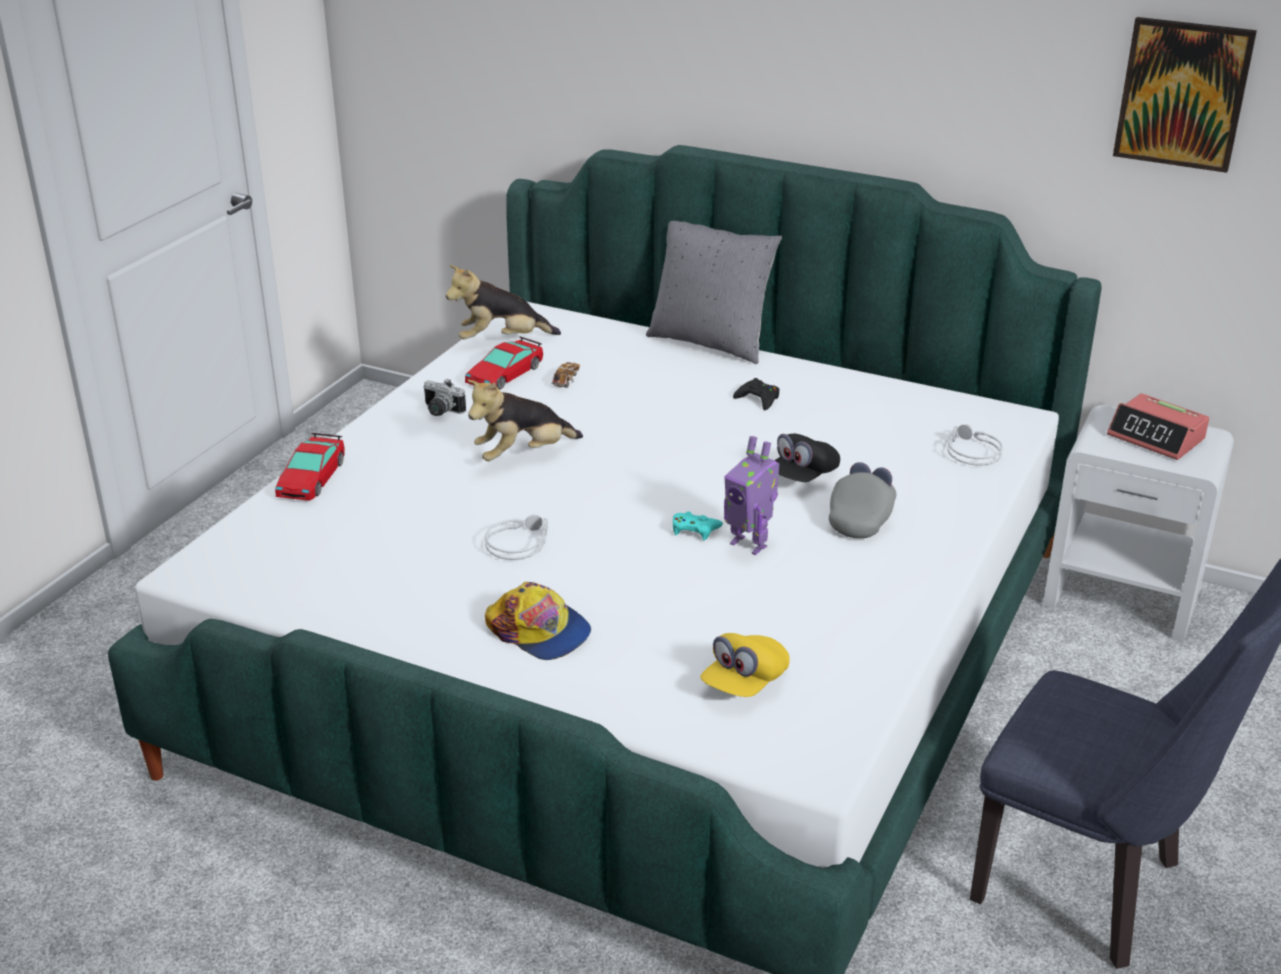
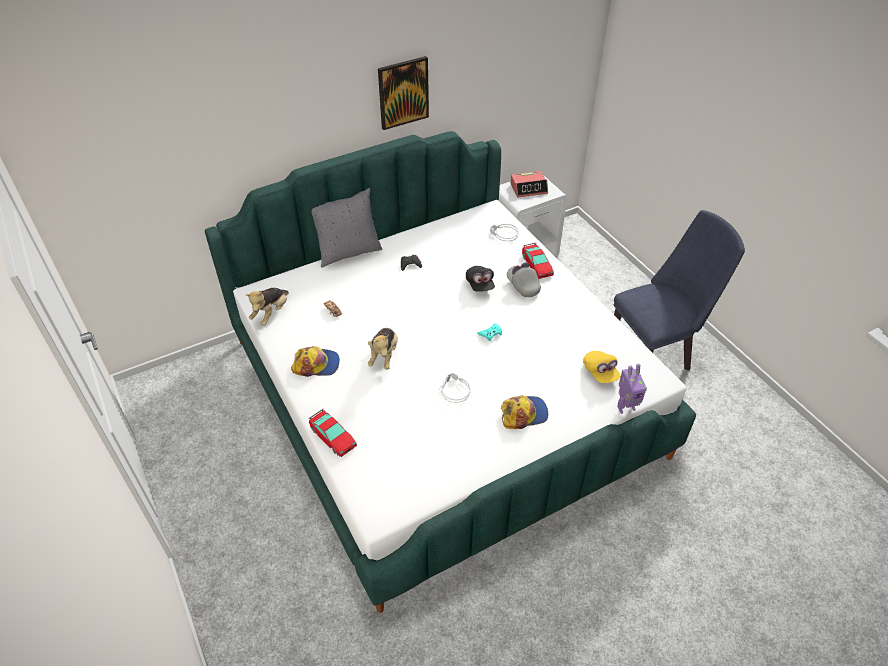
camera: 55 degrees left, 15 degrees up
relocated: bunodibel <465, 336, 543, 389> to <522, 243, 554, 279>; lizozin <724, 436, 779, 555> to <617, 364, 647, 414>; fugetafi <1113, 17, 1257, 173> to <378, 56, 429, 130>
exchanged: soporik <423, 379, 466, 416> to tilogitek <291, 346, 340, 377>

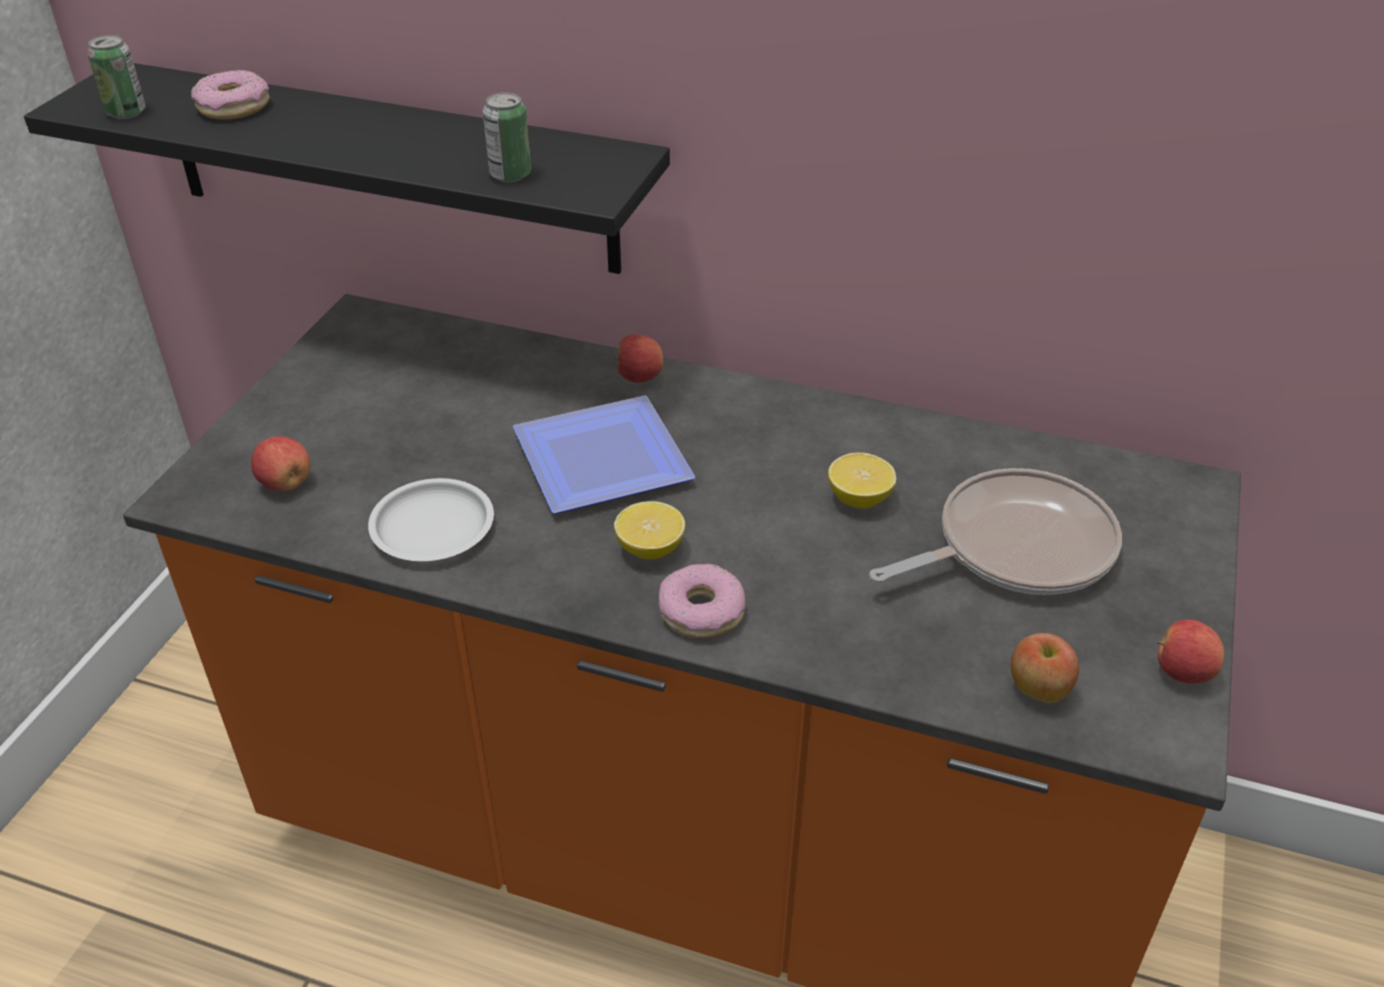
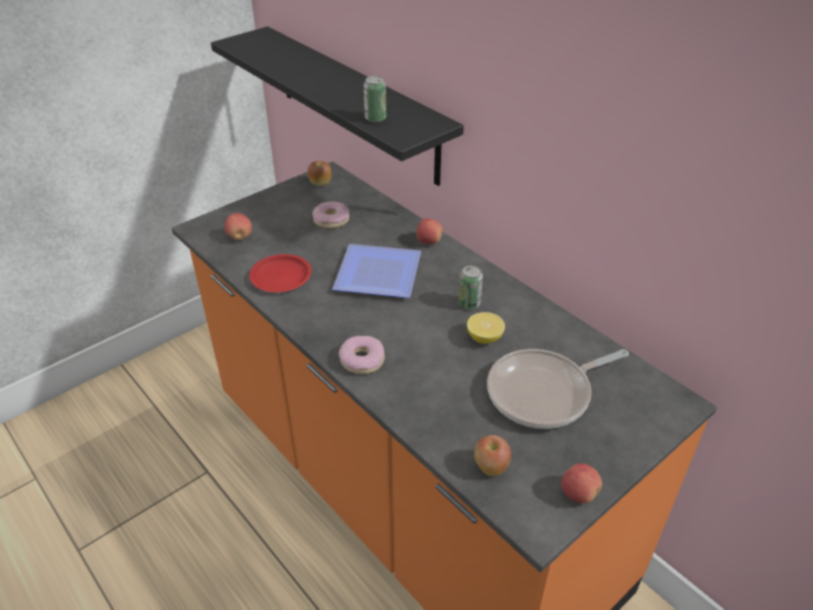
camera: 30 degrees right, 0 degrees up
missing: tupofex <614, 501, 685, 559>
appeared: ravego <307, 161, 332, 186>
relocated: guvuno <87, 35, 146, 119> to <458, 265, 483, 309>; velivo <191, 70, 270, 120> to <312, 202, 349, 229>
colour: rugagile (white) <368, 478, 494, 561> to rugagile (red) <249, 254, 312, 292>
spun: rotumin <869, 468, 1122, 595> = <487, 349, 629, 429> 150 degrees clockwise

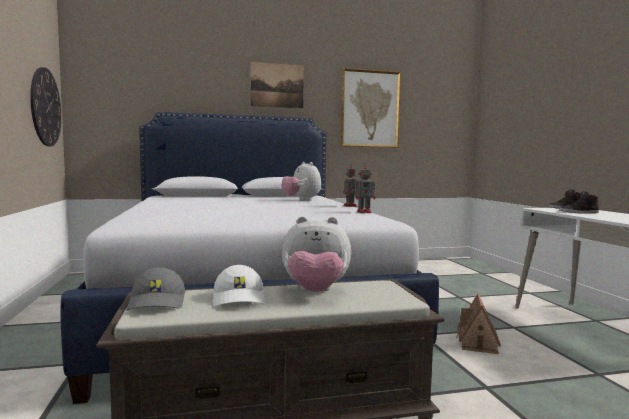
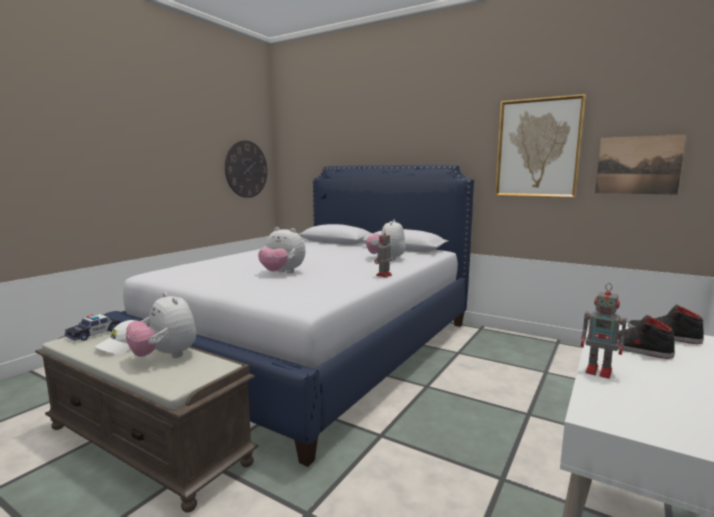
camera: 45 degrees right, 5 degrees up
missing: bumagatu <456, 293, 501, 354>
appeared: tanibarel <258, 227, 305, 273>
relocated: fugetafi <251, 62, 304, 109> to <595, 134, 686, 195>; lizozin <355, 166, 376, 213> to <580, 283, 630, 379>
exchanged: tilogitek (grey) <126, 267, 185, 311> to bunodibel <64, 314, 120, 341>

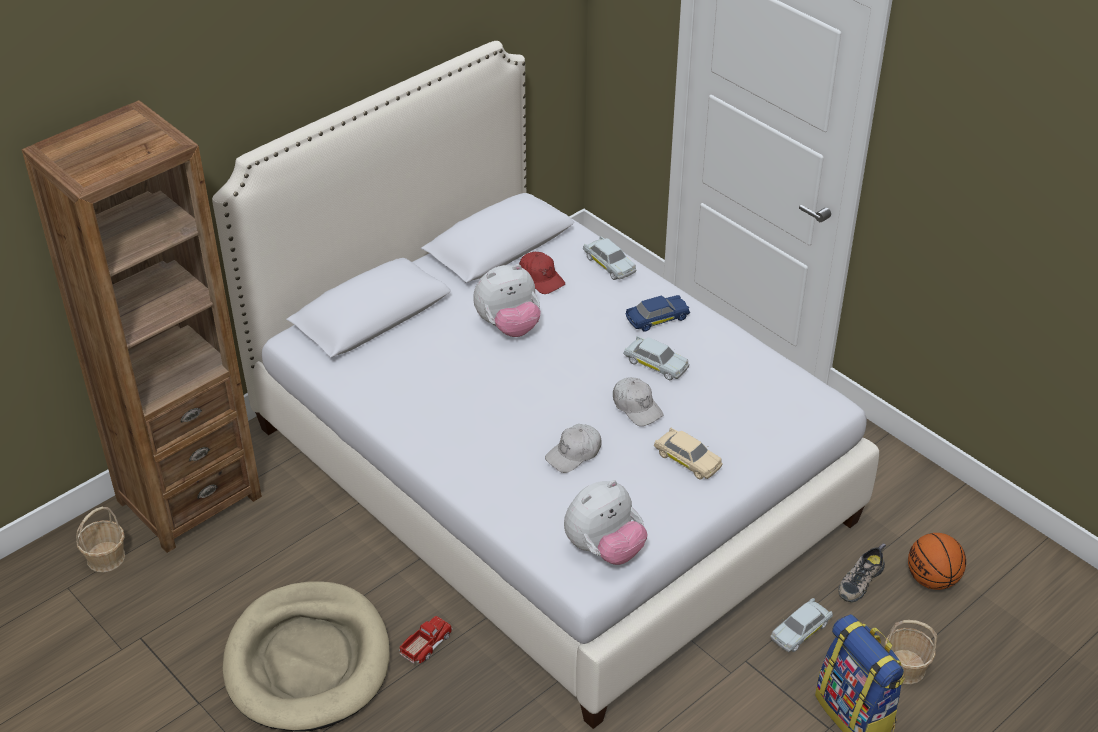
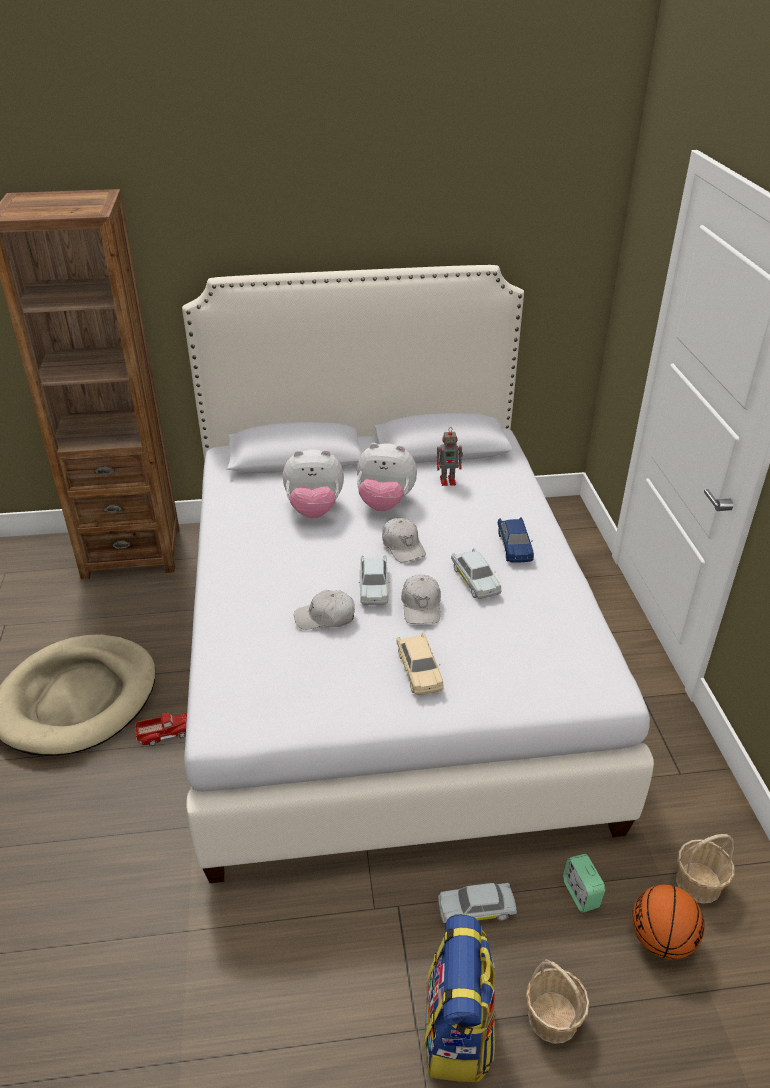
camera: 35 degrees right, 5 degrees down
appeared: tilogitek (white) <382, 518, 426, 563>
relocated: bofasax <76, 507, 125, 572> to <676, 834, 734, 904>; tanibarel <564, 480, 647, 565> to <283, 449, 344, 518>; bunodibel (white) <583, 236, 637, 280> to <359, 555, 388, 605>
exchanged: tilogitek (red) <519, 252, 565, 294> to lizozin <437, 427, 463, 486>; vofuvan <838, 543, 886, 603> to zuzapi <563, 854, 605, 913>
spun: bunodibel (blue) <626, 295, 690, 332> = <498, 517, 534, 563> 75 degrees clockwise

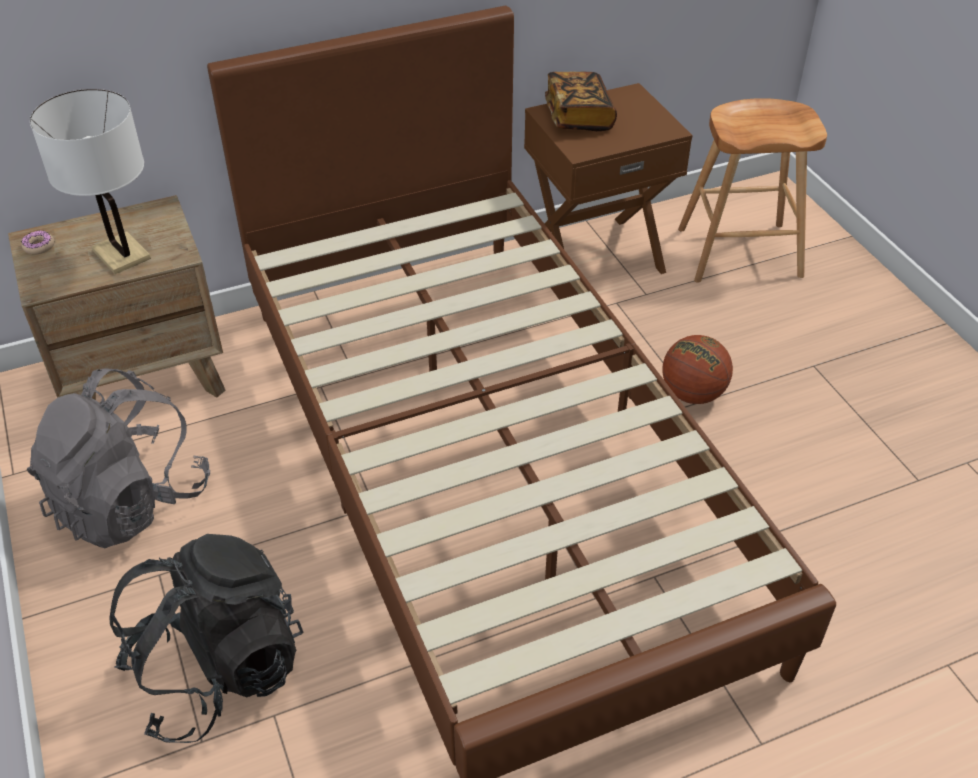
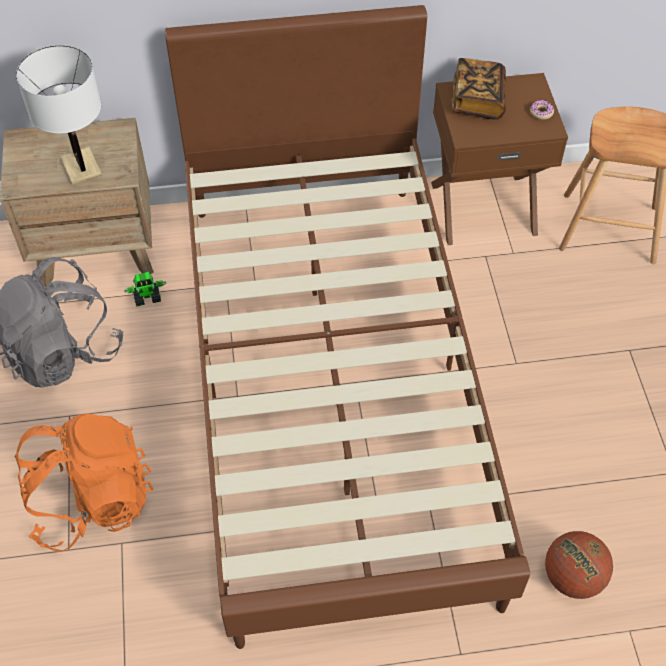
camera: 15 degrees right, 10 degrees up
appeared: lizozin <124, 272, 166, 307>
relocated: velivo <21, 231, 54, 254> to <530, 100, 554, 120>; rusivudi <662, 335, 733, 404> to <545, 531, 613, 599>
colour: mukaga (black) <109, 534, 303, 743> to mukaga (orange) <15, 414, 154, 551>

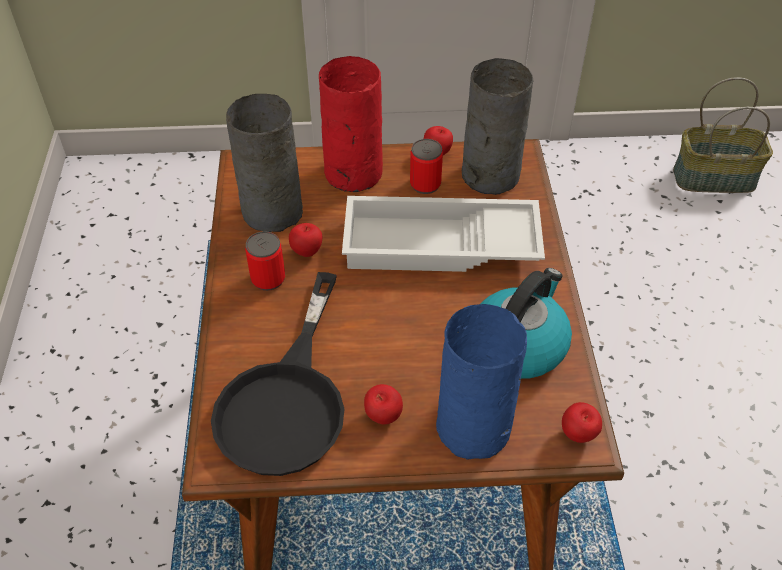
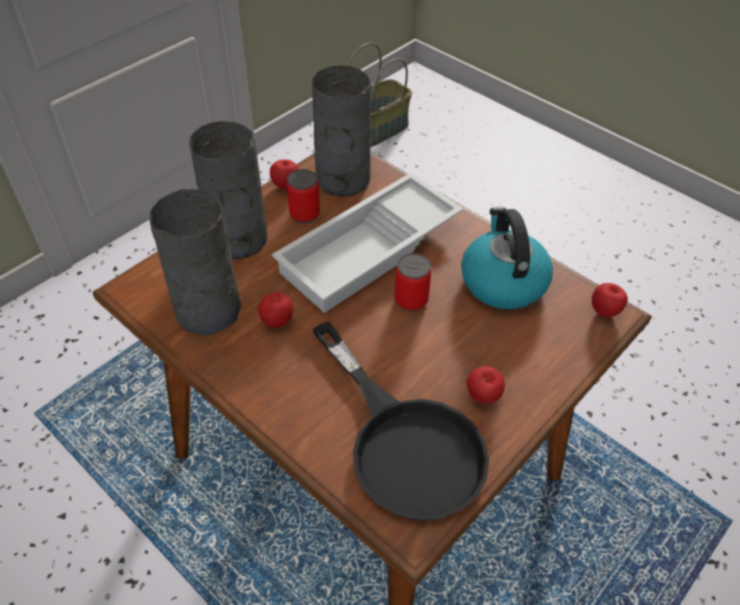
camera: 45 degrees left, 0 degrees up
missing: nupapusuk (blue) <436, 304, 527, 460>
relocated: guvuno <246, 231, 285, 291> to <395, 253, 432, 312>
colour: nupapusuk (red) <319, 56, 383, 192> to nupapusuk (grey) <189, 121, 267, 260>

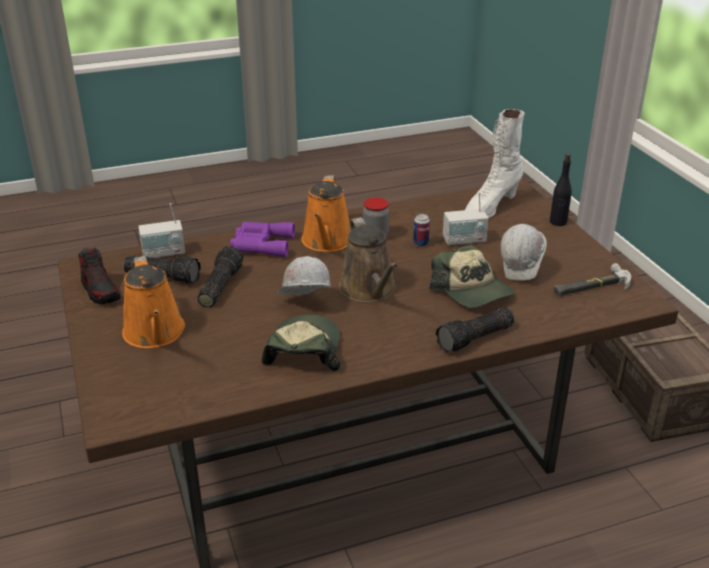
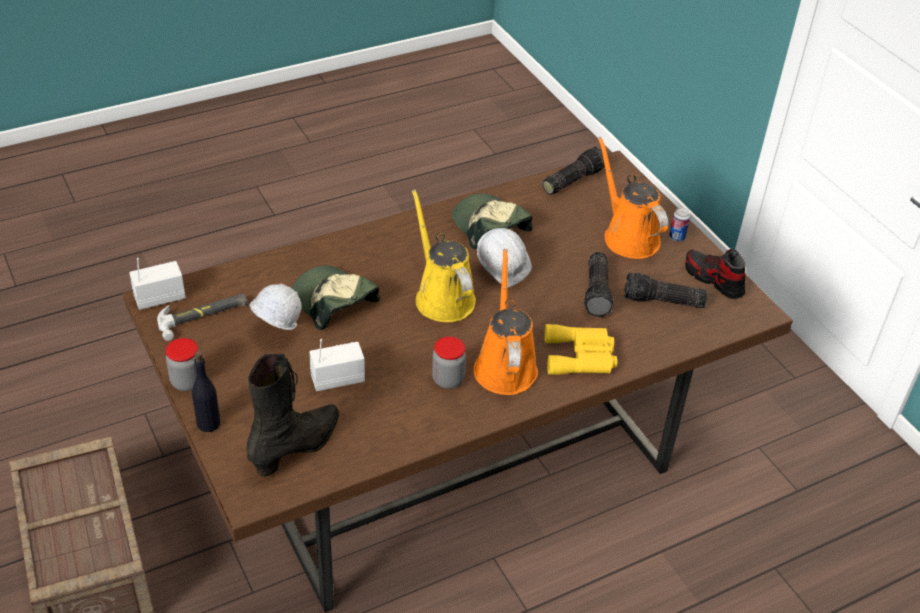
camera: 170 degrees right, 10 degrees up
appeared: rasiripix <166, 338, 199, 391>
relocated: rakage <138, 203, 185, 258> to <129, 258, 186, 310>; guvuno <413, 214, 430, 247> to <669, 207, 690, 241>; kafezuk <436, 308, 514, 352> to <542, 147, 605, 195>
colour: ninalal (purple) <230, 222, 295, 257> to ninalal (yellow) <545, 324, 617, 375>; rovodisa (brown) <339, 217, 398, 302> to rovodisa (yellow) <412, 190, 476, 322>; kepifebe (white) <465, 109, 525, 218> to kepifebe (black) <246, 353, 339, 477>
spun: tilogitek <261, 314, 340, 371> = <452, 193, 533, 249> 150 degrees clockwise

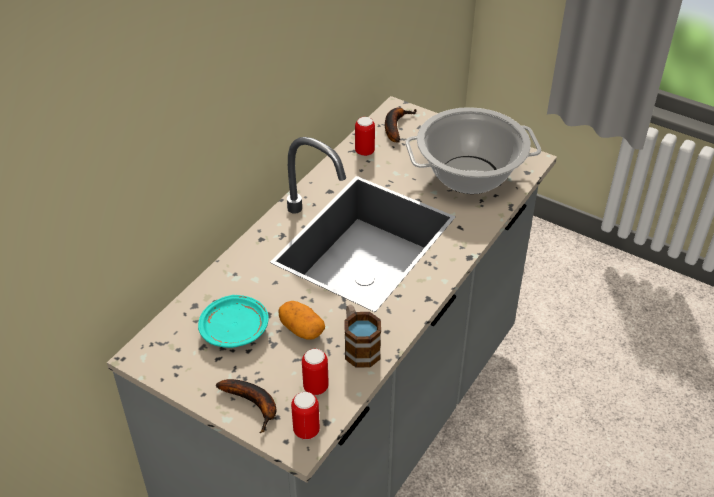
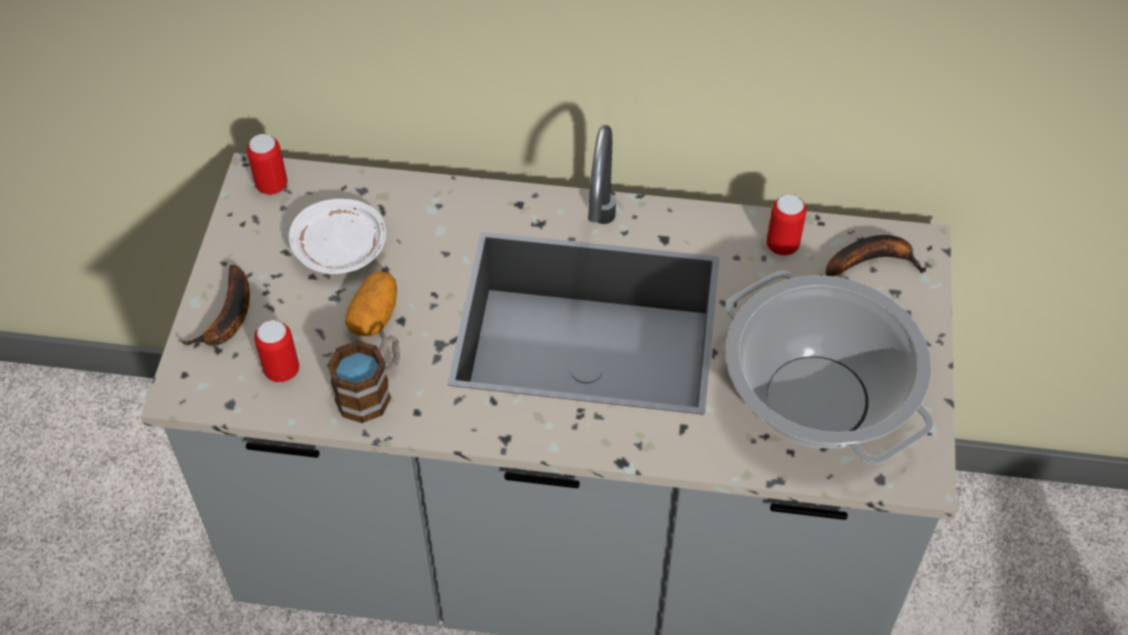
camera: 65 degrees right, 10 degrees up
relocated: guvuno <291, 392, 320, 440> to <247, 134, 287, 195>
colour: rugagile (turquoise) <198, 295, 269, 348> to rugagile (white) <289, 199, 386, 274>

